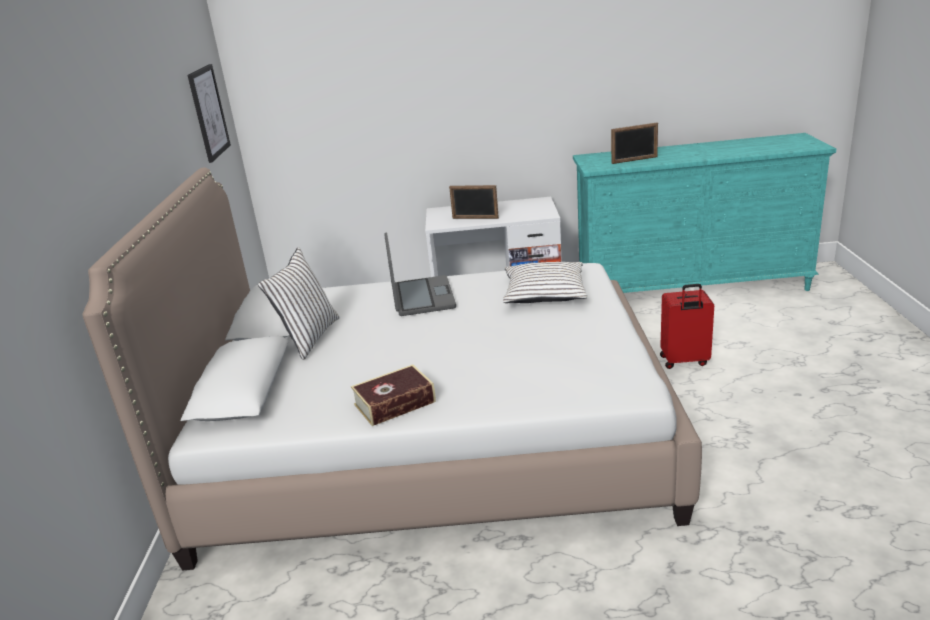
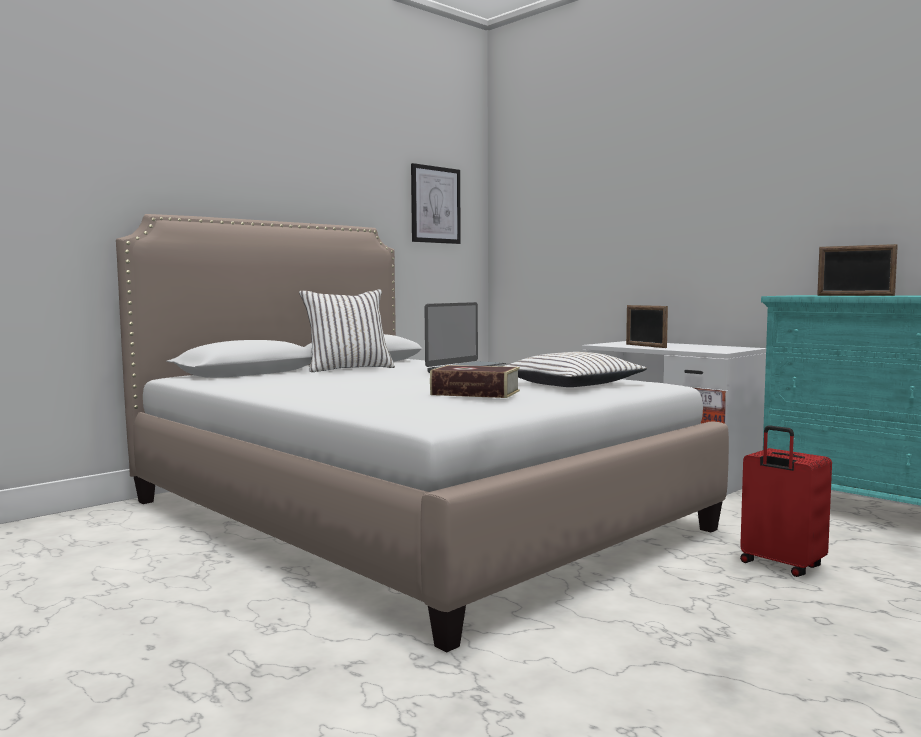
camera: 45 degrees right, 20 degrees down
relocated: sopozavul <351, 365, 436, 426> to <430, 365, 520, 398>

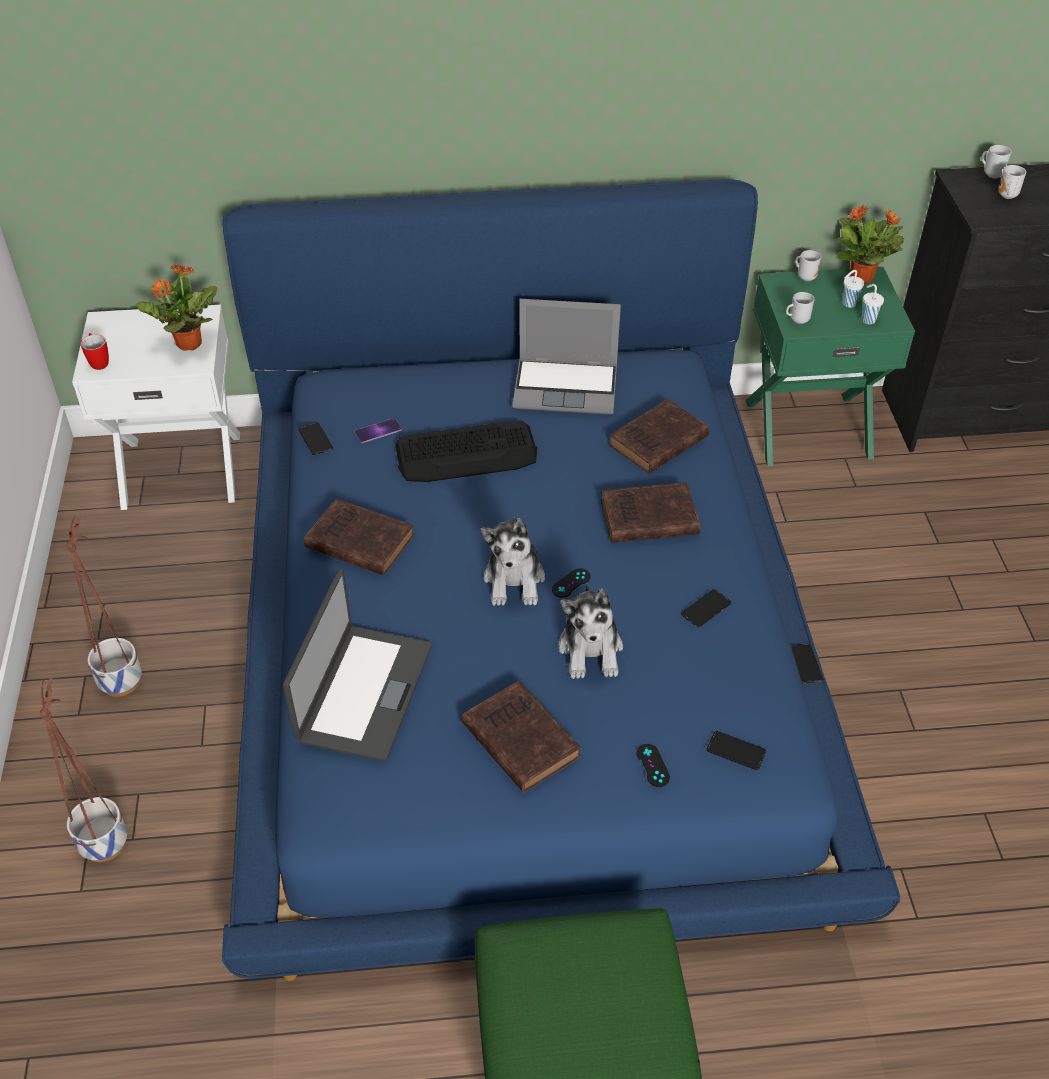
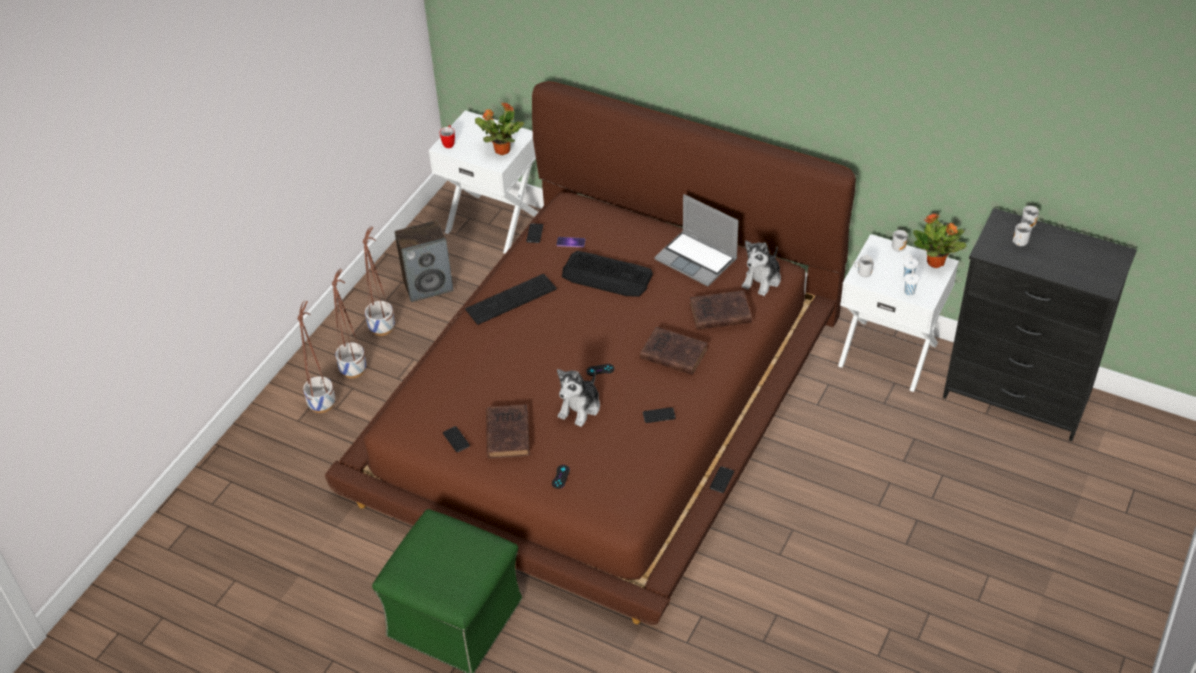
camera: 35 degrees right, 0 degrees up
missing: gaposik <283, 569, 432, 762>
appeared: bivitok <332, 268, 366, 379>; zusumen <395, 220, 454, 302>
relocated: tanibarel <481, 517, 545, 606> to <742, 241, 781, 296>; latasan <707, 731, 766, 770> to <443, 426, 470, 452>
exchanged: sopozavul (brown) <304, 498, 415, 576> to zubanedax <465, 274, 557, 325>
colour: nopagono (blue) <222, 179, 900, 981> to nopagono (brown) <325, 81, 856, 625>; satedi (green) <746, 267, 915, 466> to satedi (white) <838, 234, 959, 392>

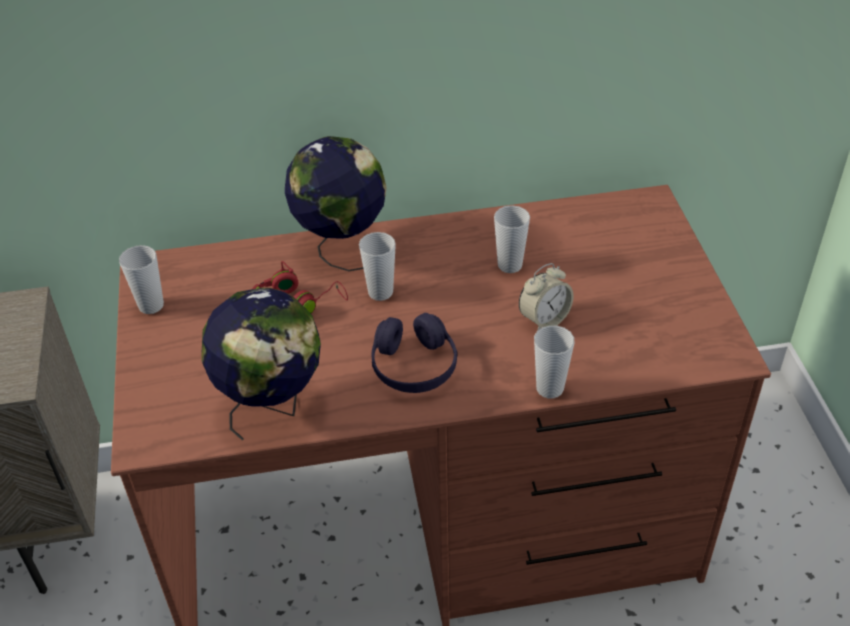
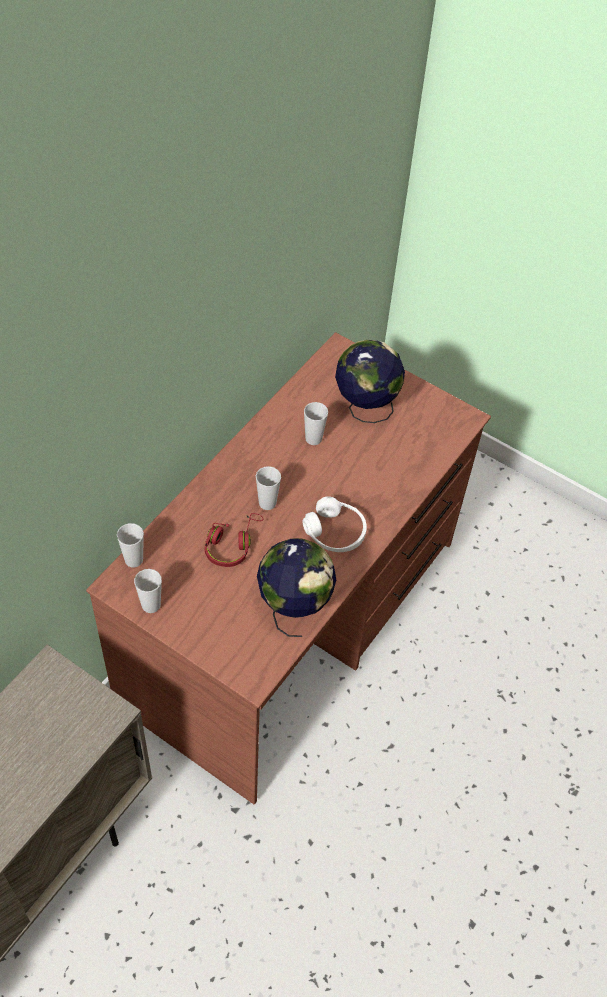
camera: 50 degrees left, 10 degrees up
missing: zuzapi <519, 263, 574, 331>
relocated: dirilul <285, 136, 387, 271> to <335, 340, 405, 423>; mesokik <534, 325, 575, 398> to <117, 523, 144, 568>
colour: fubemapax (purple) <372, 313, 458, 393> to fubemapax (white) <302, 496, 367, 552>

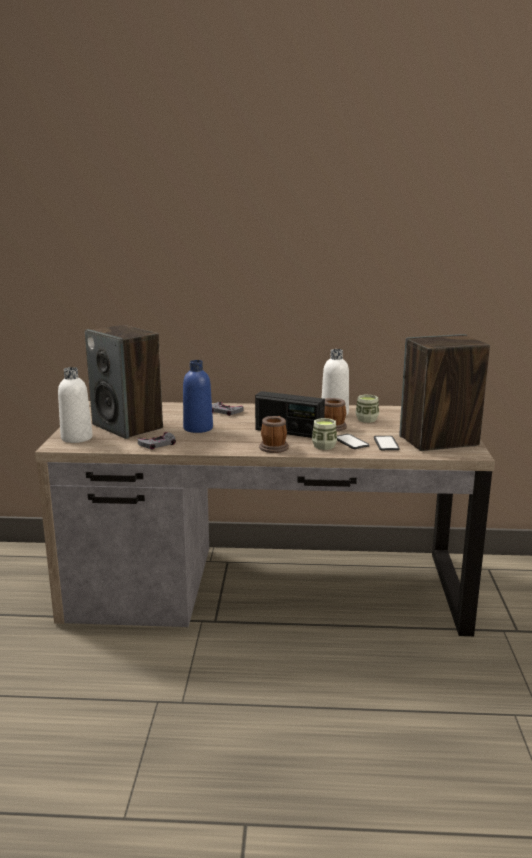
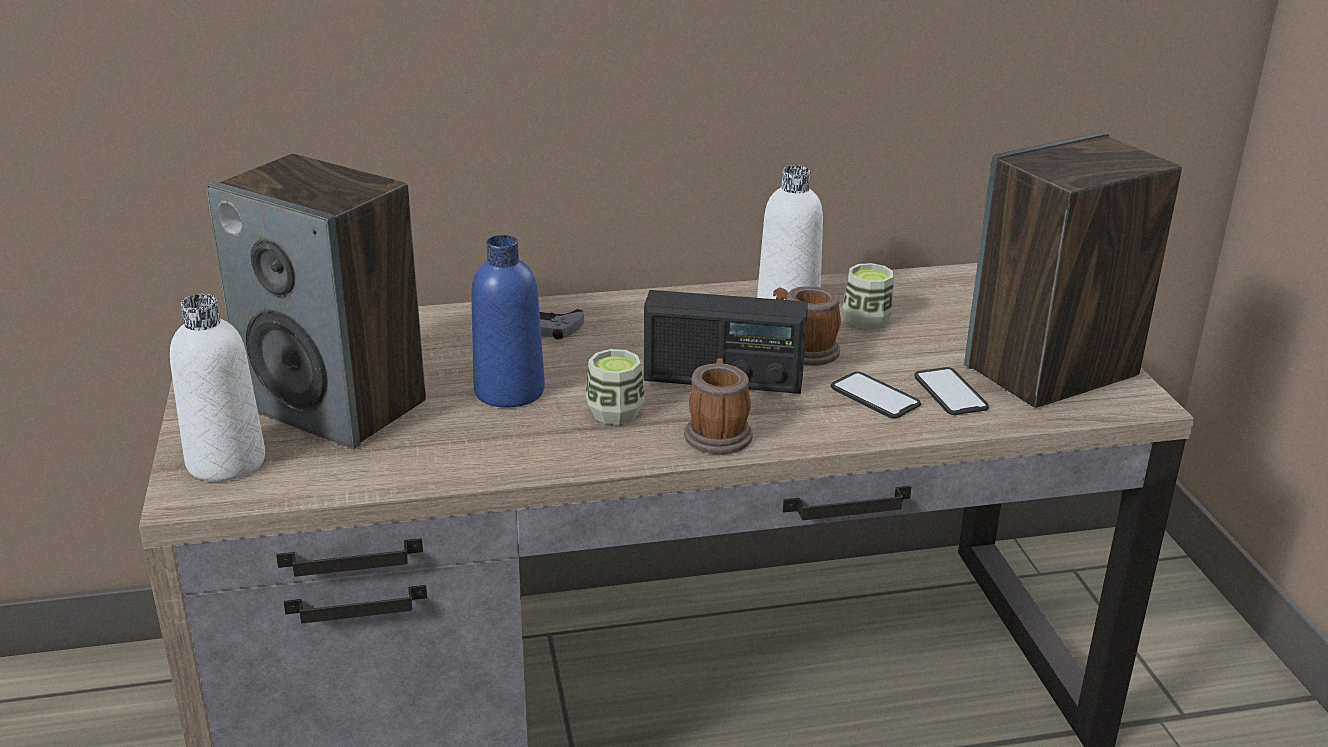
camera: 15 degrees left, 10 degrees up
missing: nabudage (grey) <138, 432, 176, 449>
relocated: mesokik <312, 418, 337, 450> to <586, 349, 645, 425>

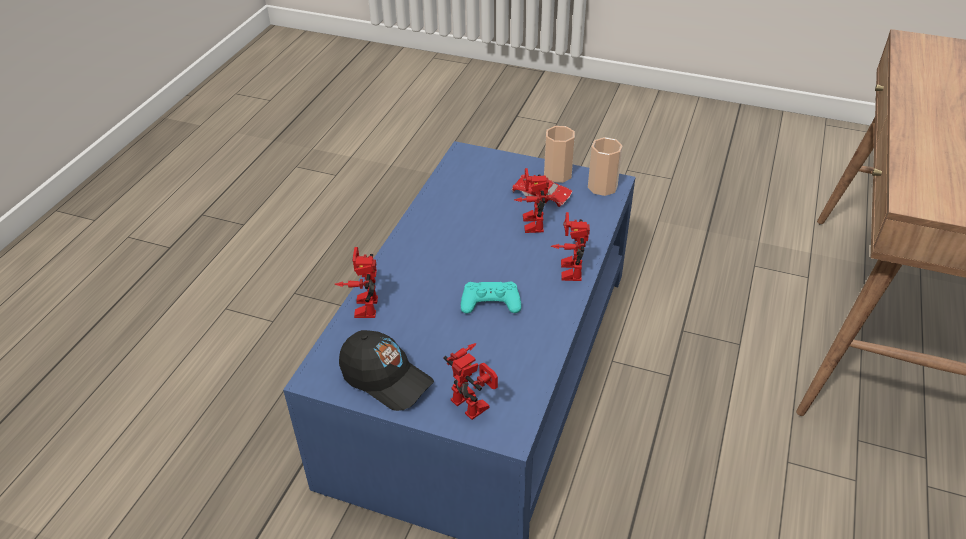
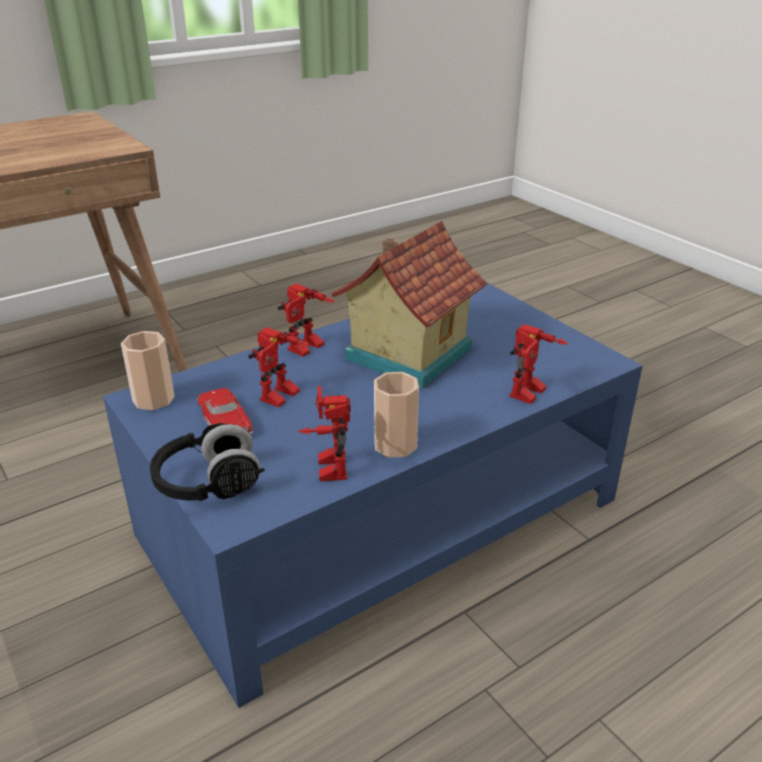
camera: 145 degrees left, 10 degrees down
missing: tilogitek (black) <339, 330, 434, 411>
appeared: fubemapax (black) <150, 423, 265, 501>
relocated: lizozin <443, 343, 498, 420> to <298, 386, 351, 481>; mesokik <544, 126, 575, 183> to <374, 372, 419, 458>
exchanged: nabudage (turquoise) <461, 281, 521, 314> to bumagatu <331, 221, 487, 389>

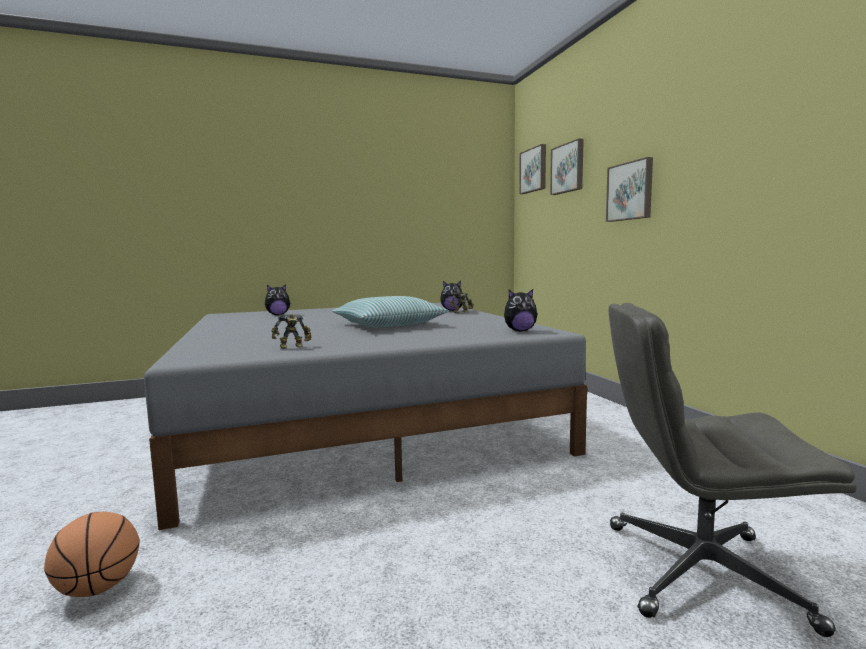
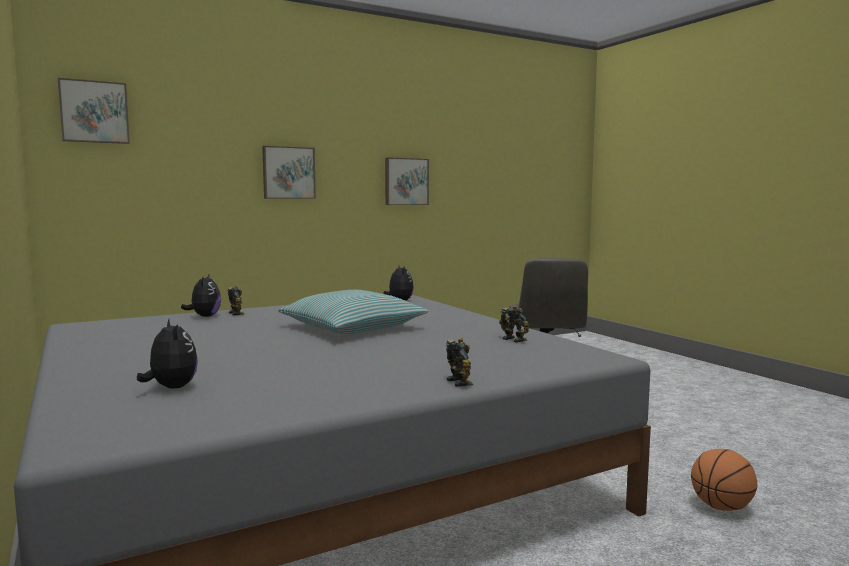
camera: 100 degrees left, 0 degrees up
appeared: lizozin <446, 338, 473, 387>
relocated: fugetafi <550, 138, 584, 195> to <385, 157, 429, 205>

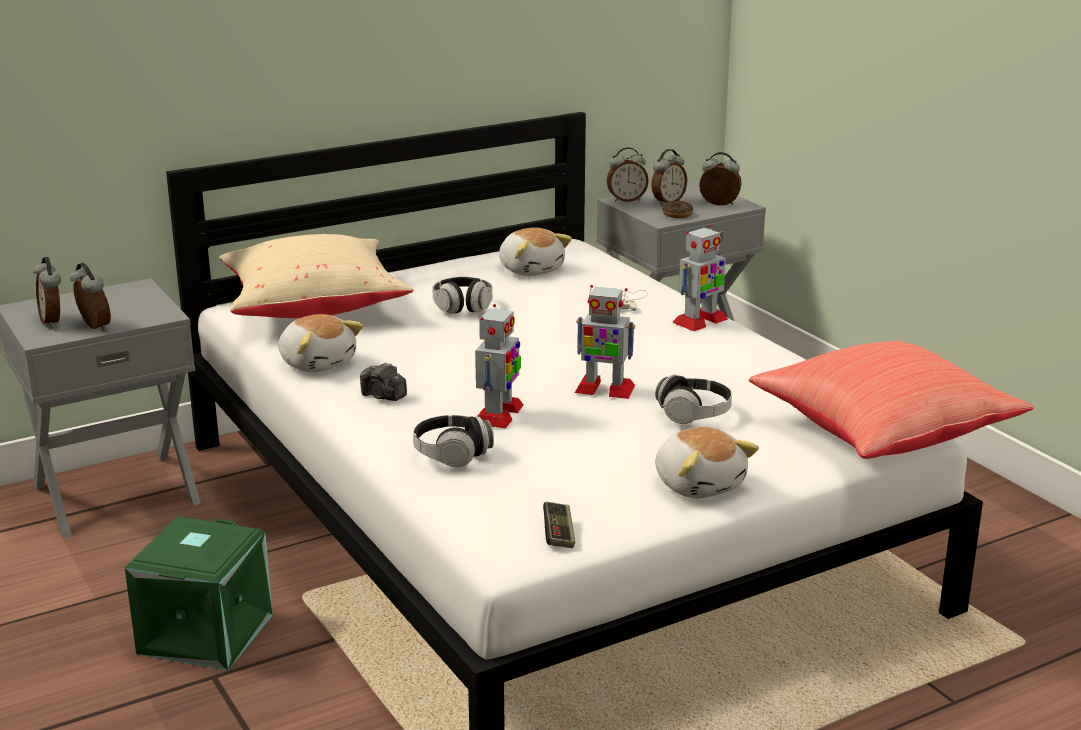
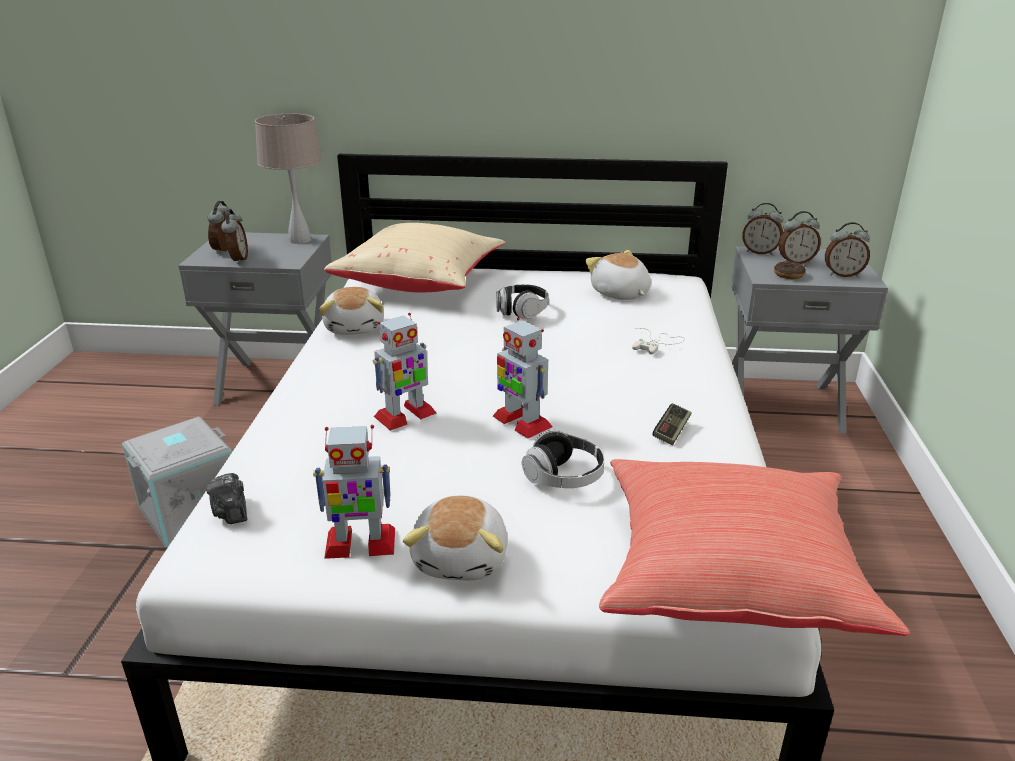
camera: 35 degrees right, 5 degrees up
missing: fubemapax <413, 415, 494, 467>
appeared: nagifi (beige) <255, 114, 322, 244>
relocated: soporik <360, 362, 407, 401> to <206, 473, 247, 524>; nabudage <543, 502, 575, 548> to <653, 403, 692, 445>; lizozin <672, 225, 728, 331> to <313, 425, 395, 559>
colour: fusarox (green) <125, 516, 273, 671> to fusarox (grey) <122, 417, 232, 547>
spun: tanibarel <499, 227, 572, 276> = <586, 250, 651, 300> 150 degrees clockwise; zuzapi <699, 152, 742, 205> = <825, 222, 870, 277> 135 degrees clockwise

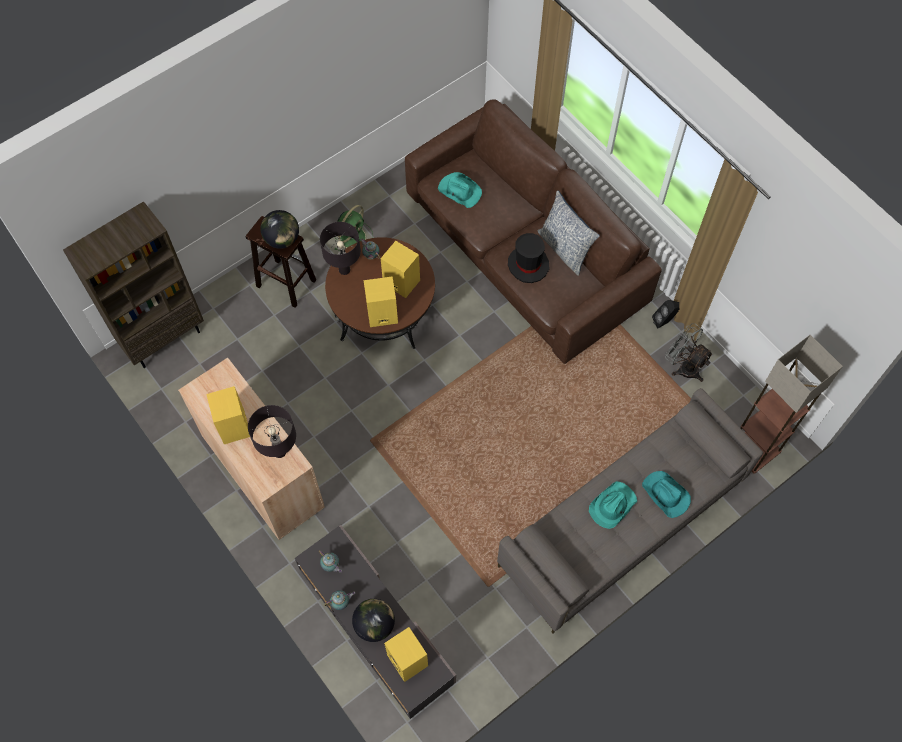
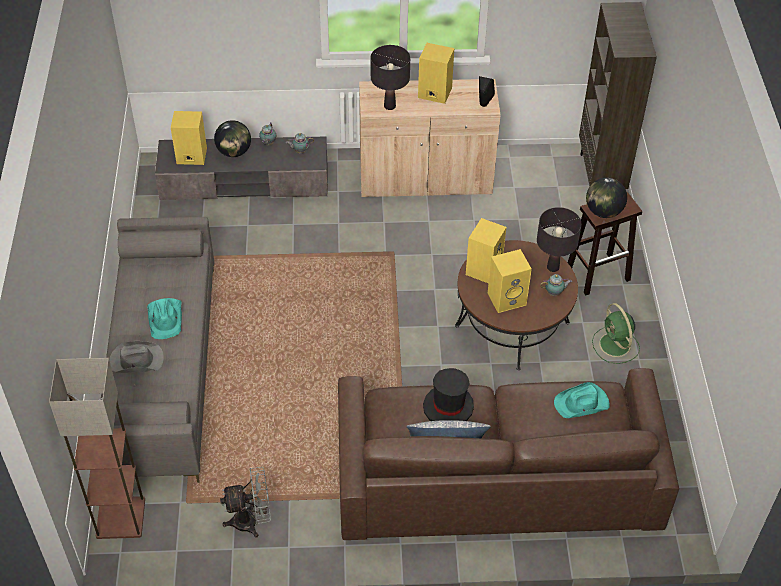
camera: 125 degrees right, 15 degrees down
relocated: zusumen (black) <652, 300, 679, 329> to <479, 76, 495, 107>
colour: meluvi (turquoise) <642, 471, 691, 518> to meluvi (grey) <109, 341, 164, 373>

